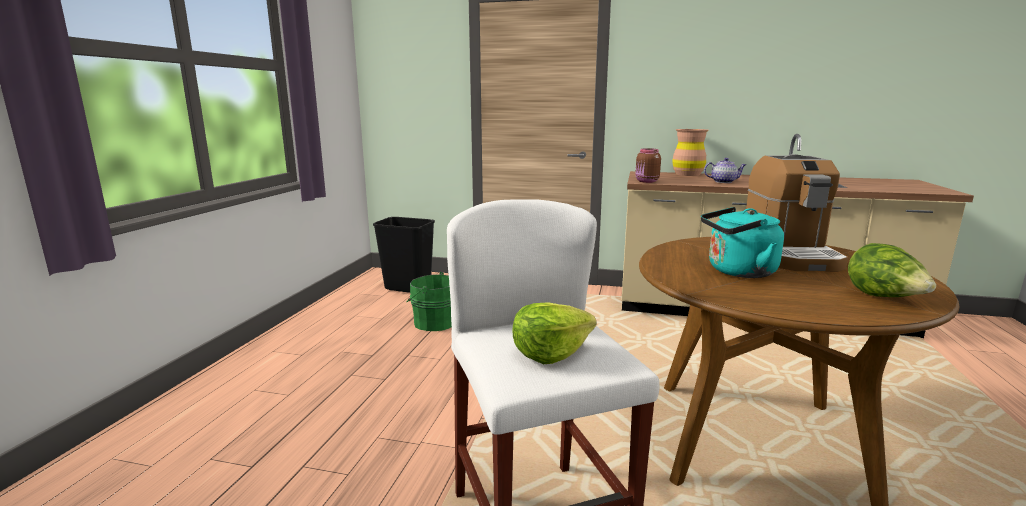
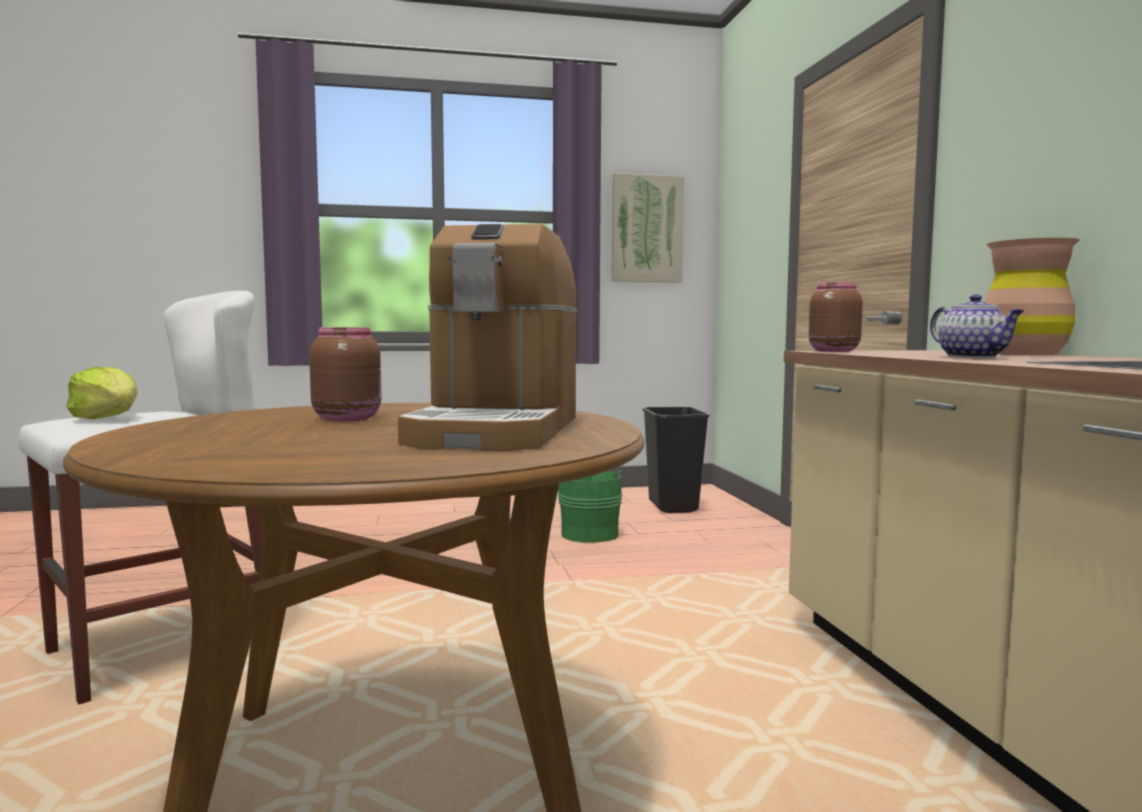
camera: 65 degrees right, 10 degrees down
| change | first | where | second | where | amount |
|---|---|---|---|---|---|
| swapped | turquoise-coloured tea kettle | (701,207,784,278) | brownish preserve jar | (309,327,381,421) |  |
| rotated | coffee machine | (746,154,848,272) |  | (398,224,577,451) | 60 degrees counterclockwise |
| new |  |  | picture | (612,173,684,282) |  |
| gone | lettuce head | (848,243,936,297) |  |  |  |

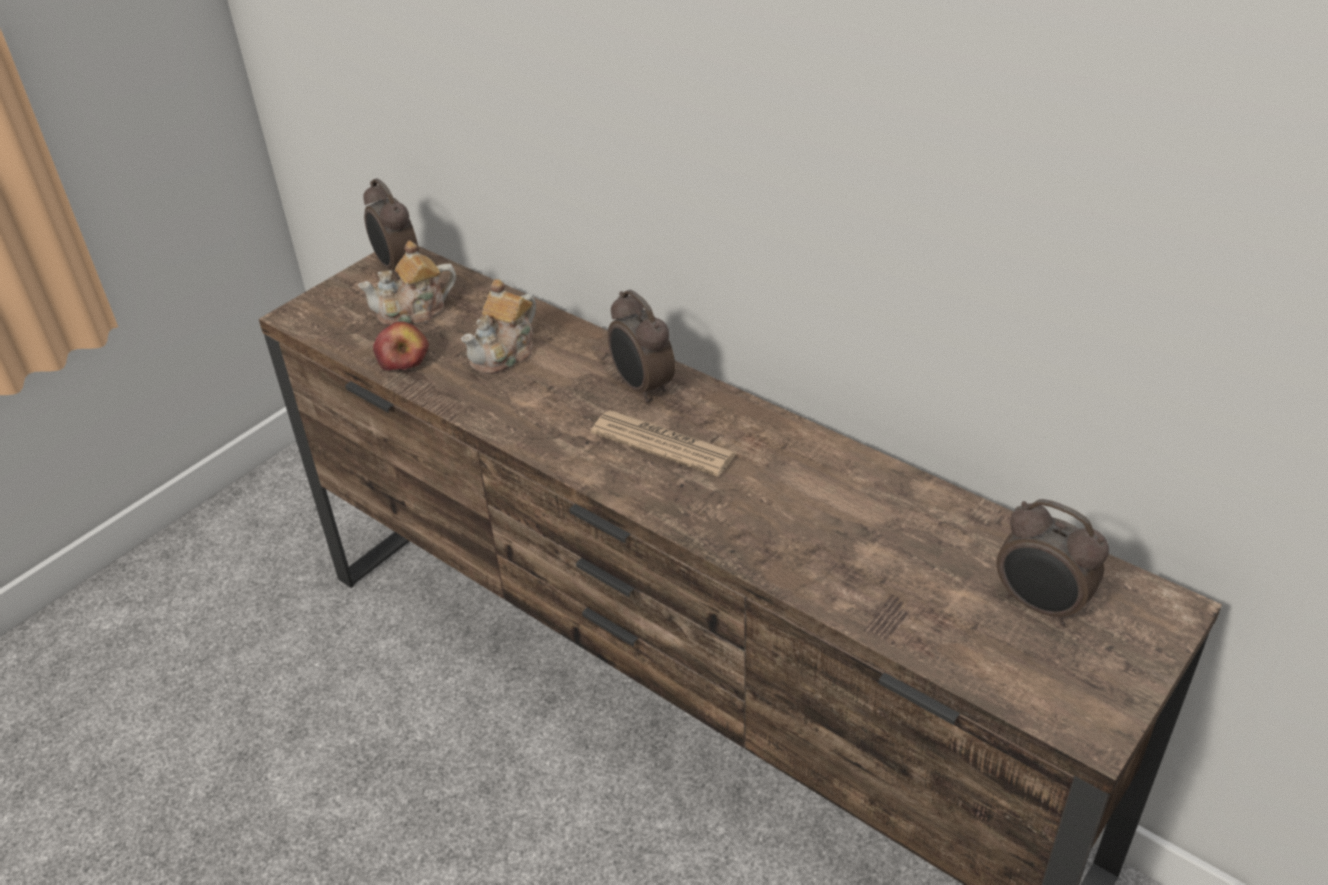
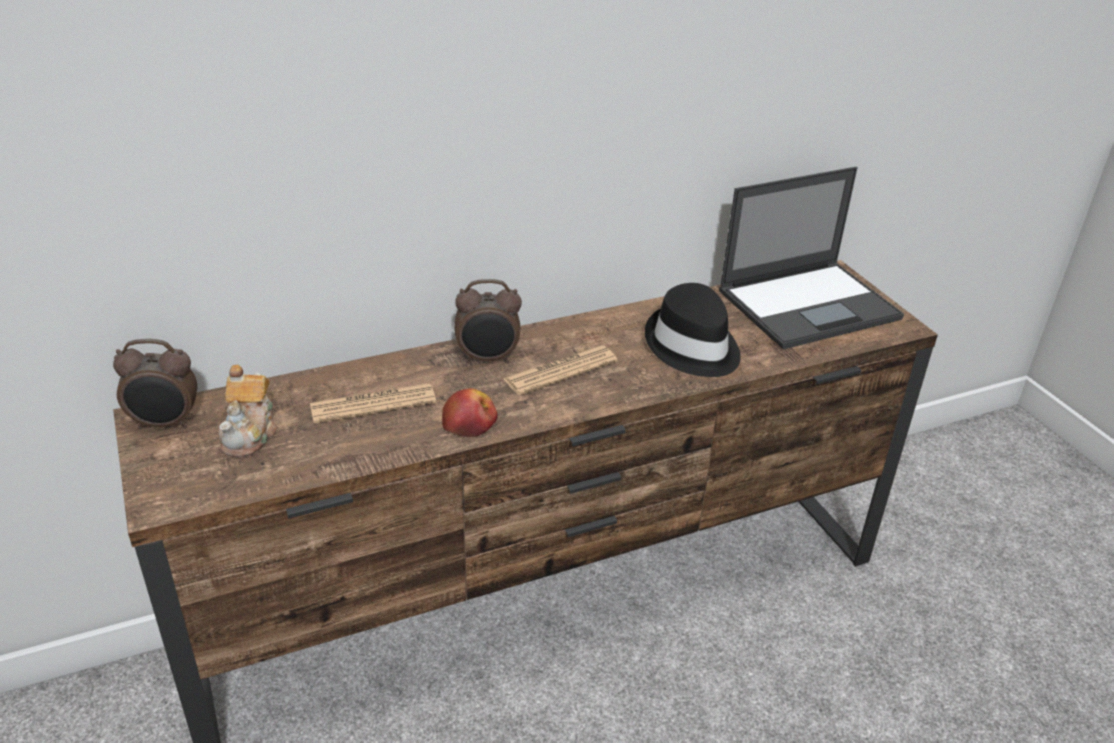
camera: 65 degrees left, 5 degrees down
| change | first | where | second | where | amount |
|---|---|---|---|---|---|
| swapped | pot for tea | (461,279,536,374) | printed paper | (310,383,436,423) |  |
| shifted | apple | (373,321,429,371) |  | (442,388,498,437) |  |
| new |  |  | black-coloured clothing hat | (645,283,741,377) |  |
| swapped | table clock | (996,499,1109,626) | laptop | (719,167,904,349) |  |

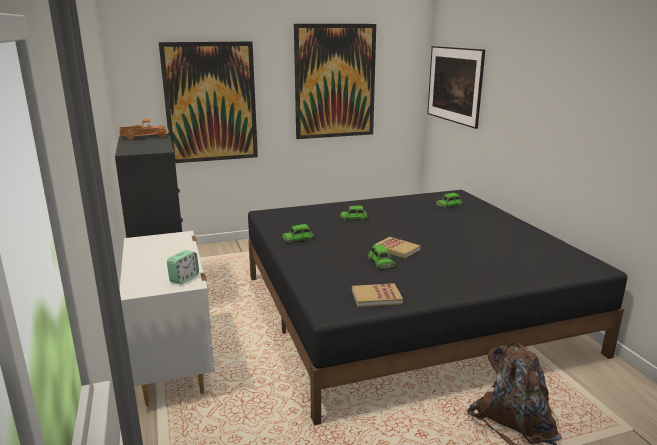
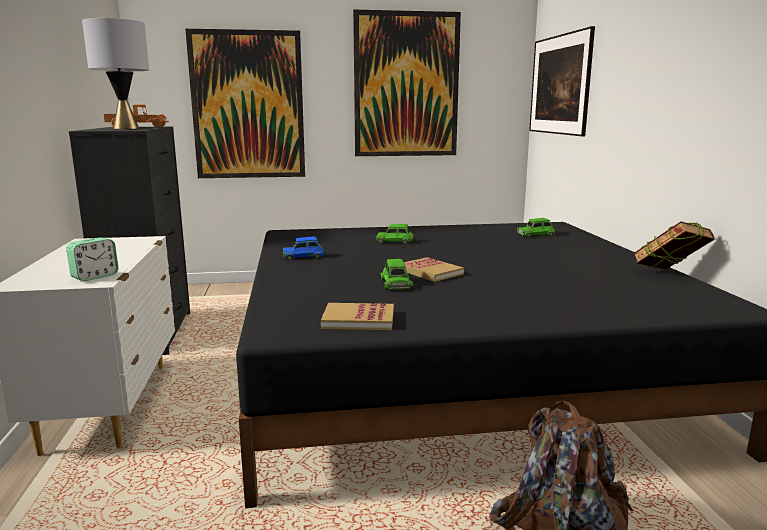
camera: 10 degrees right, 5 degrees down
| change | first | where | second | where | amount |
|---|---|---|---|---|---|
| new |  |  | grey lamp for a table | (82,18,149,129) |  |
| repainted | green-coloured toy car | (282,224,314,244) | blue-coloured toy car | (283,237,324,260) |  |
| new |  |  | volume | (633,221,715,270) |  |

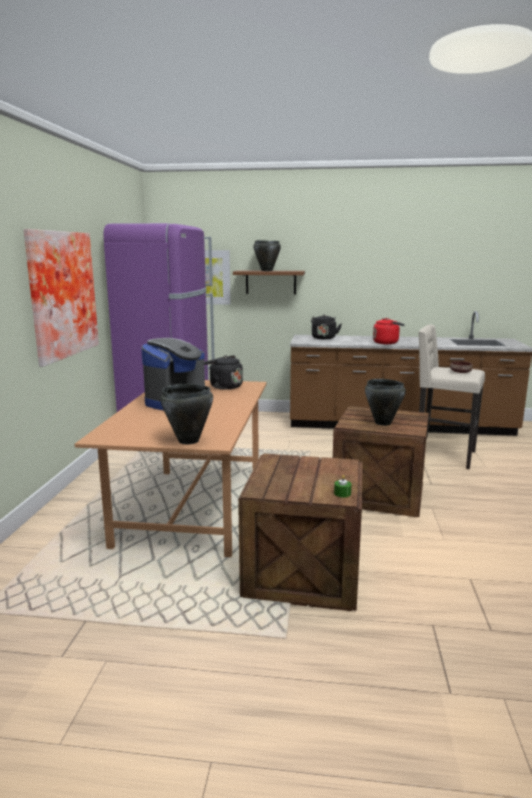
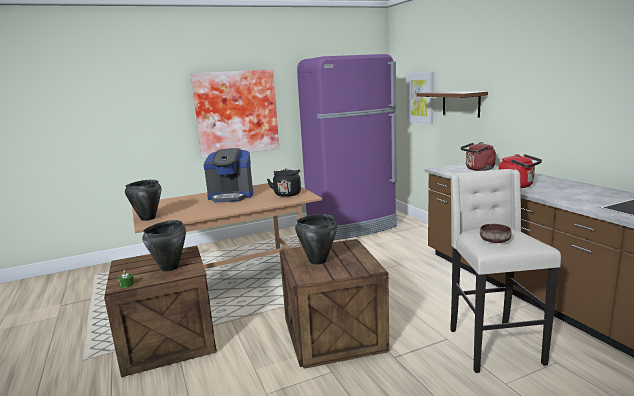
camera: 60 degrees right, 0 degrees up
| change | first | where | second | where | amount |
|---|---|---|---|---|---|
| shifted | black-coloured saucepot | (253,240,281,271) |  | (142,220,186,272) |  |
| repainted | black-coloured tea kettle | (311,314,342,339) | red-coloured tea kettle | (461,142,496,171) |  |

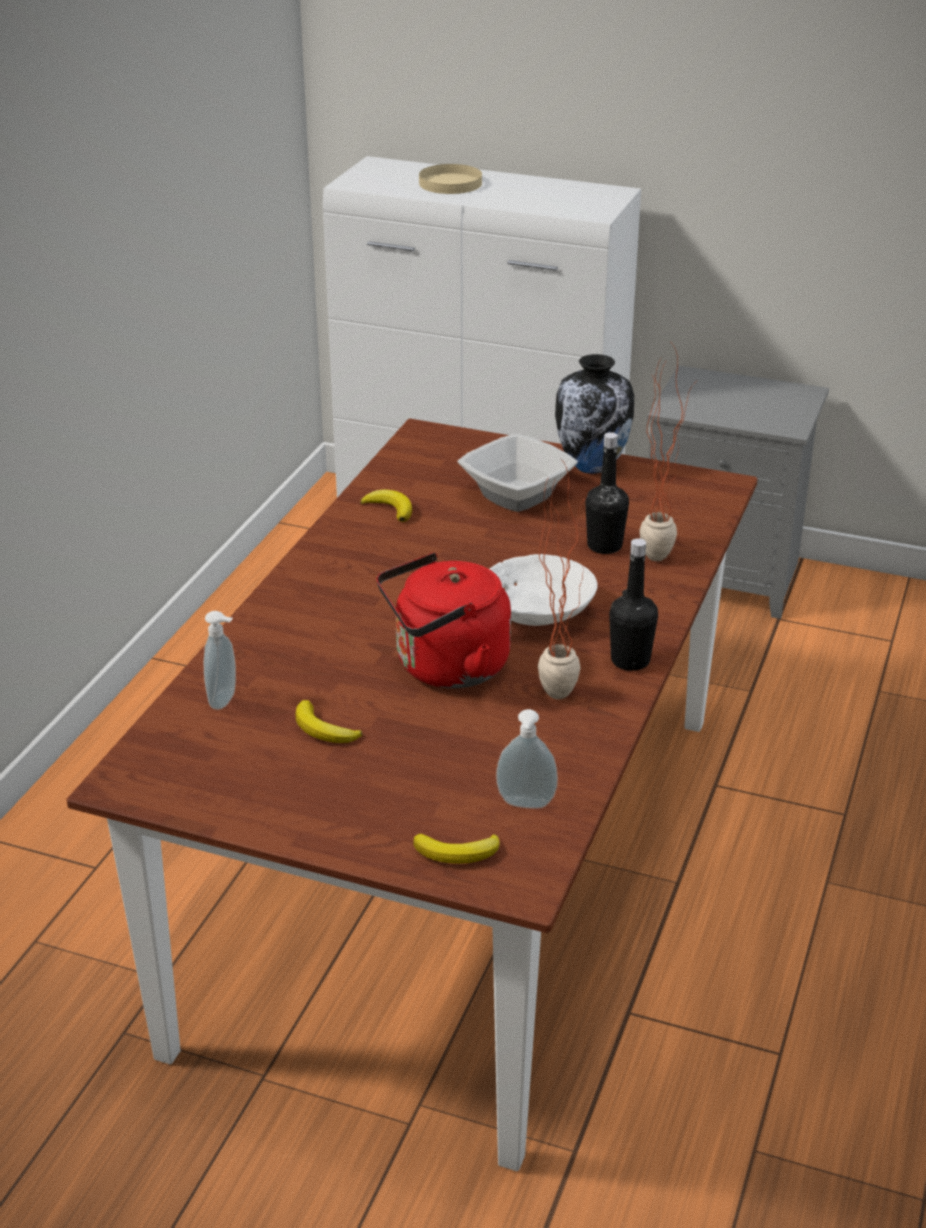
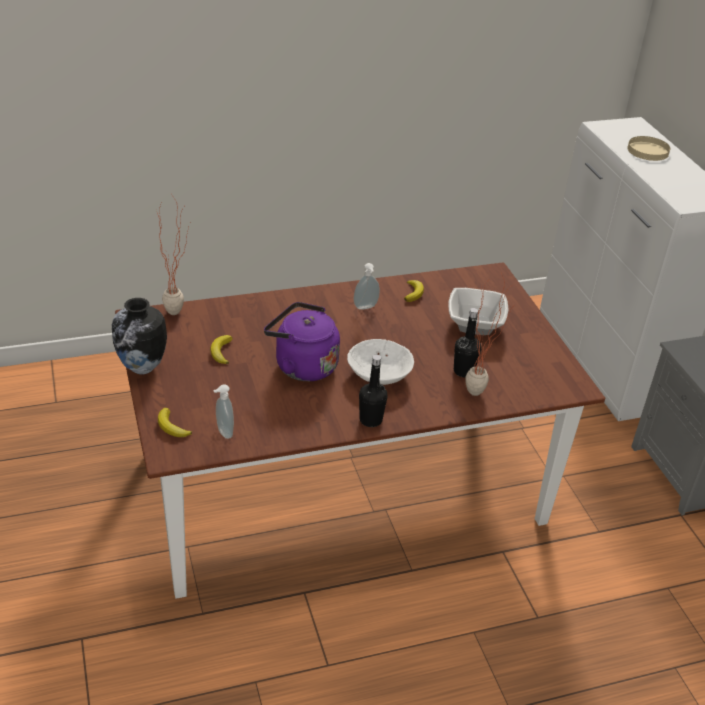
camera: 50 degrees right, 5 degrees up
| change | first | where | second | where | amount |
|---|---|---|---|---|---|
| shifted | flower vase | (555,354,634,474) |  | (112,298,167,374) |  |
| shifted | houseplant | (538,458,587,699) |  | (156,195,190,315) |  |
| repainted | red-coloured tea kettle | (377,553,511,688) | purple tea kettle | (264,302,340,381) |  |
| shifted | soap dispenser | (204,611,236,710) |  | (354,263,380,310) |  |

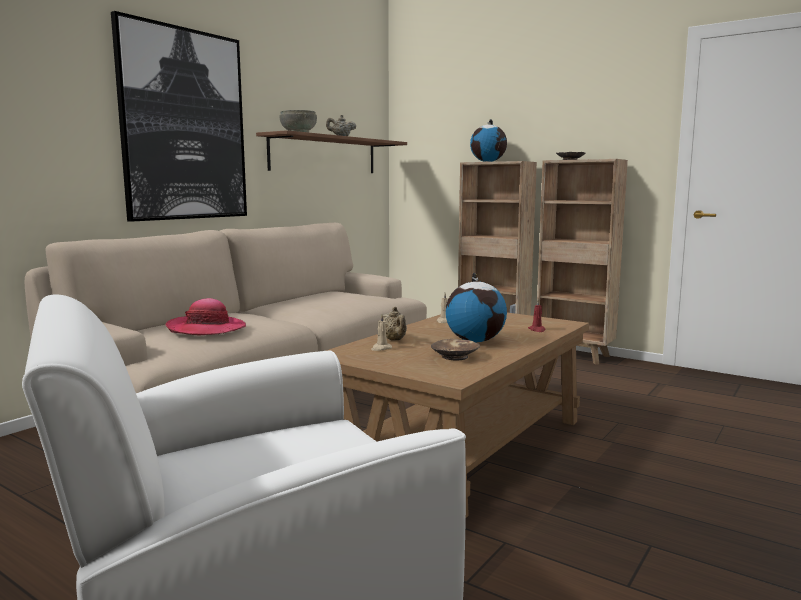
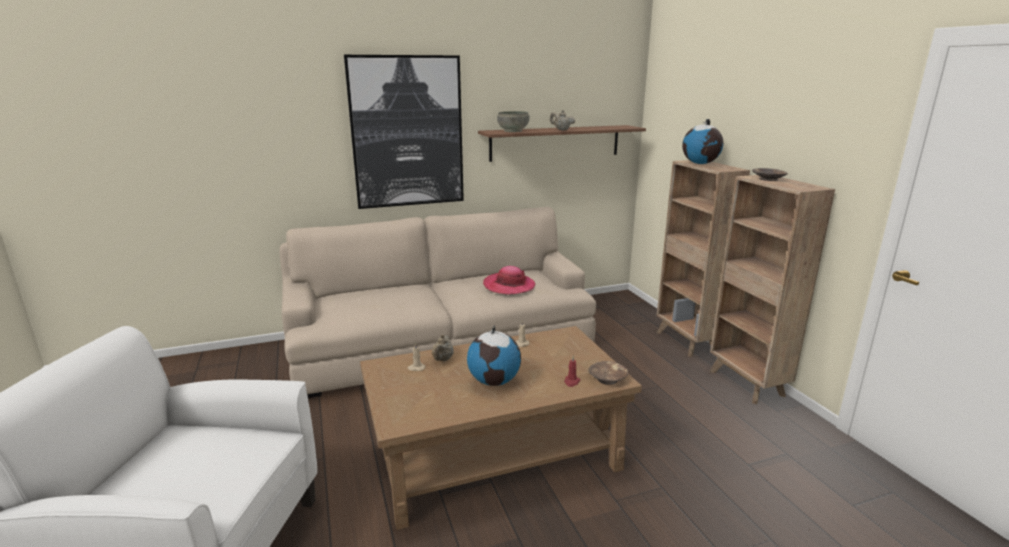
camera: 35 degrees right, 10 degrees up
| change | first | where | second | where | amount |
|---|---|---|---|---|---|
| shifted | clothing hat | (166,298,246,335) |  | (483,266,535,295) |  |
| shifted | brownish deep dish | (431,339,480,360) |  | (588,361,628,385) |  |

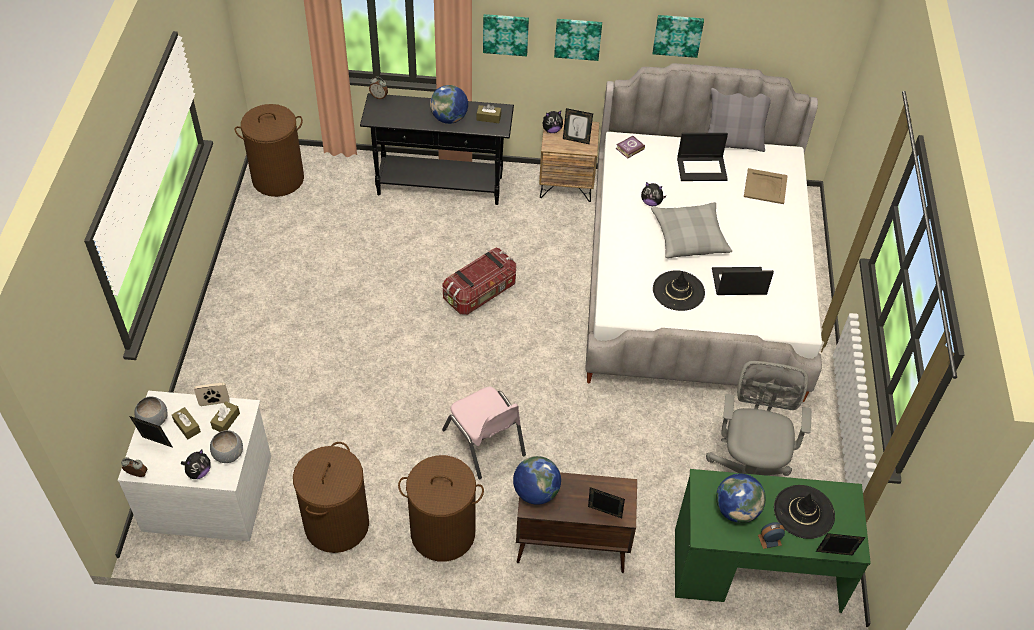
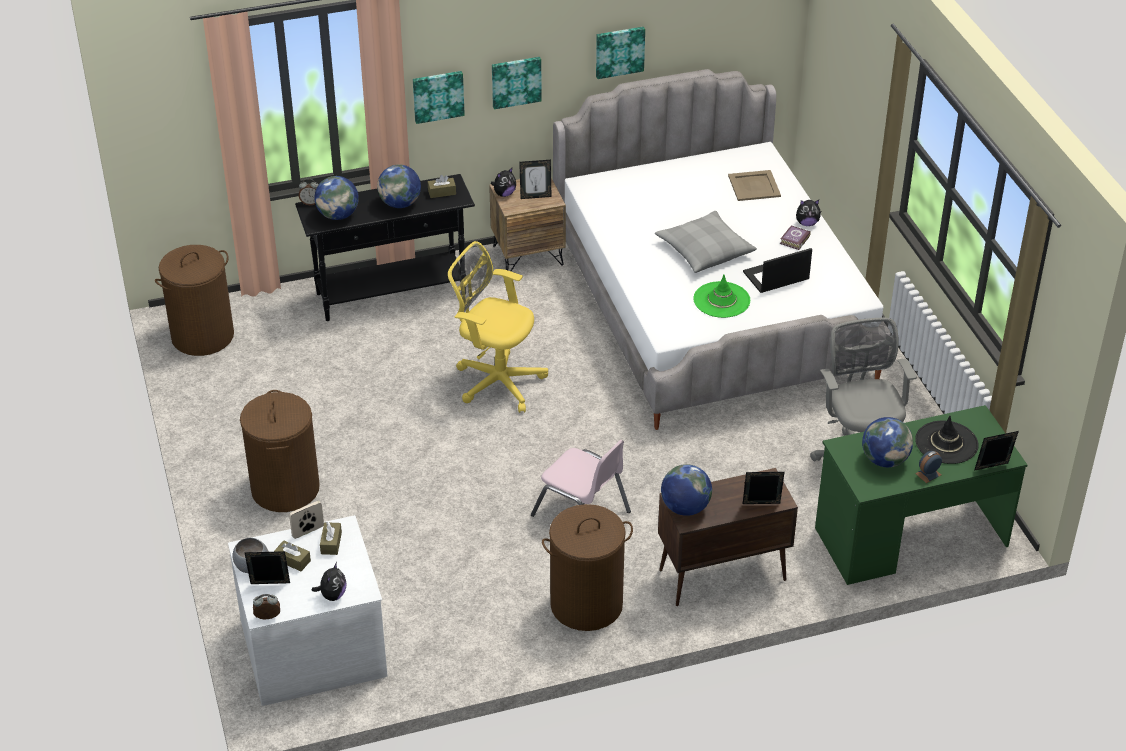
camera: 20 degrees left, 10 degrees down
| change | first | where | second | where | amount |
|---|---|---|---|---|---|
| shifted | brownish hamper | (293,442,369,553) |  | (240,390,320,512) |  |
| new |  |  | world globe | (314,176,359,220) |  |
| swapped | storage container | (443,247,516,315) | yellow-coloured desk chair | (448,241,548,413) |  |
| repainted | black-coloured clothing hat | (653,270,705,311) | green-coloured clothing hat | (694,275,750,318) |  |
| shifted | volume | (616,136,645,159) |  | (780,225,811,250) |  |
| shifted | cuddly toy | (641,182,667,206) |  | (796,200,821,226) |  |
| gone | grey deep dish | (210,430,243,463) |  |  |  |
| gone | laptop | (677,133,728,181) |  |  |  |
| gone | grey cushion | (708,88,771,152) |  |  |  |

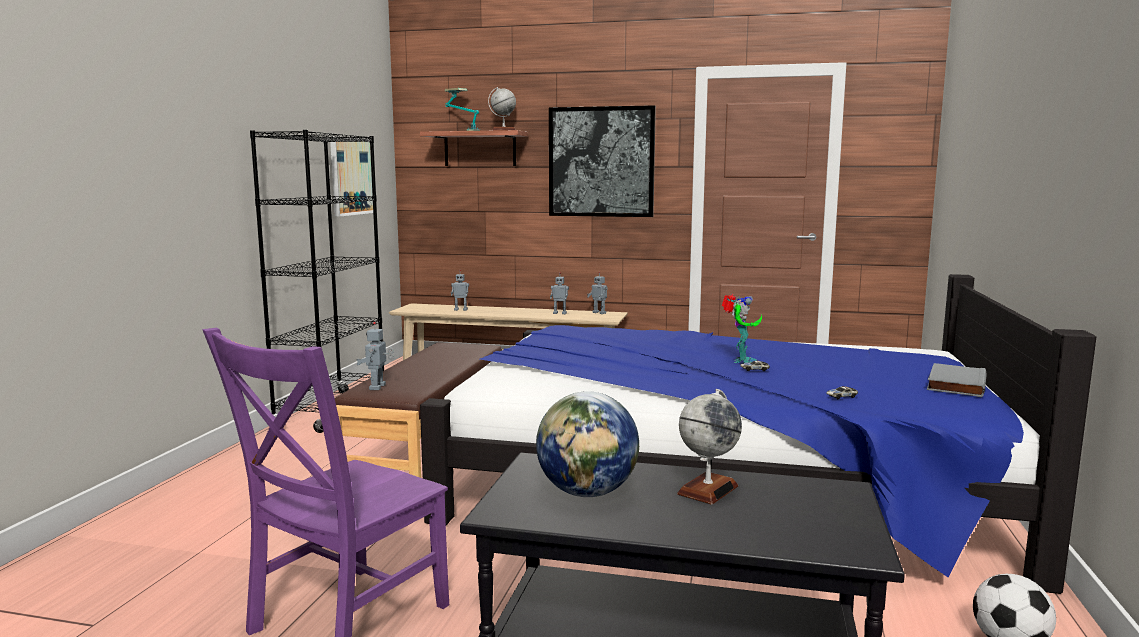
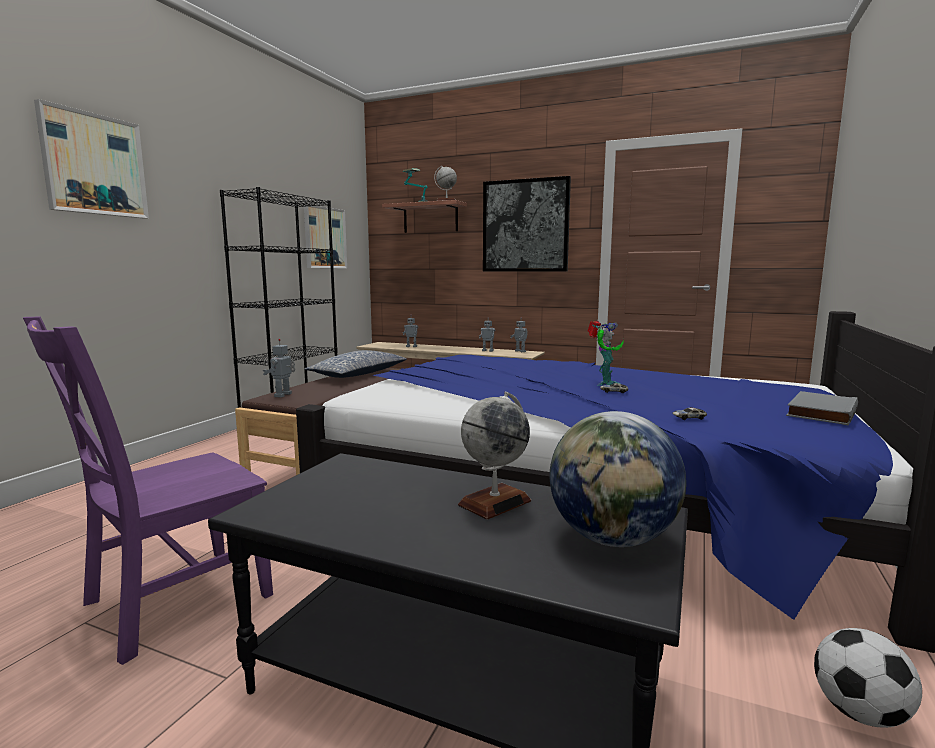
camera: 10 degrees right, 0 degrees up
| change | first | where | second | where | amount |
|---|---|---|---|---|---|
| new |  |  | picture | (34,99,149,219) |  |
| new |  |  | cushion | (305,350,407,378) |  |
| shifted | world globe | (536,391,639,497) |  | (550,411,686,547) |  |

